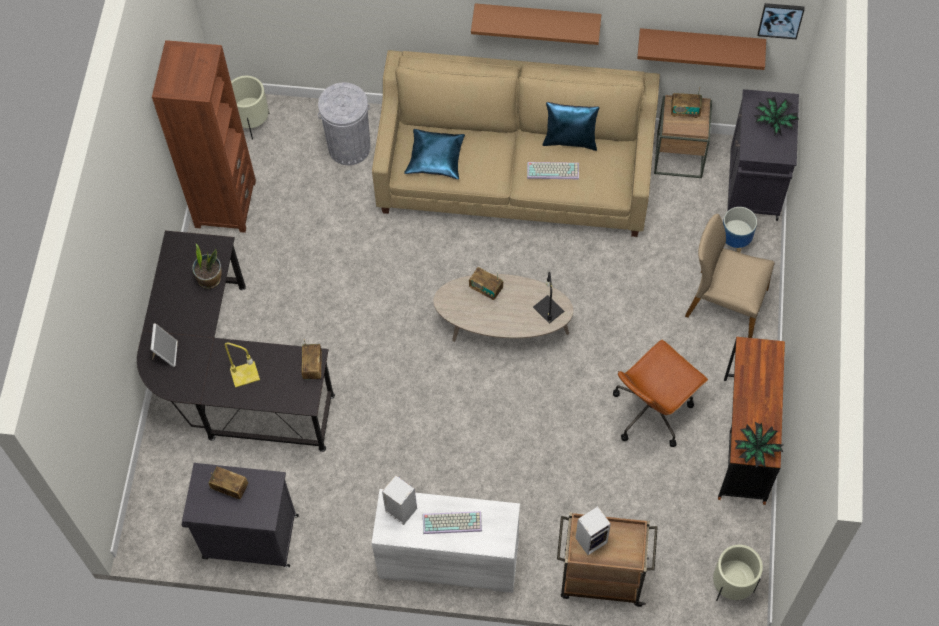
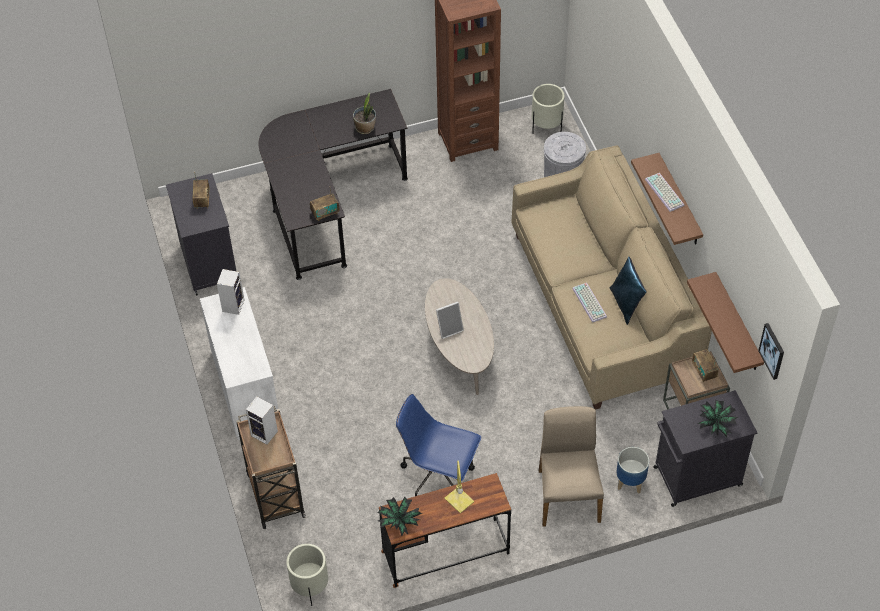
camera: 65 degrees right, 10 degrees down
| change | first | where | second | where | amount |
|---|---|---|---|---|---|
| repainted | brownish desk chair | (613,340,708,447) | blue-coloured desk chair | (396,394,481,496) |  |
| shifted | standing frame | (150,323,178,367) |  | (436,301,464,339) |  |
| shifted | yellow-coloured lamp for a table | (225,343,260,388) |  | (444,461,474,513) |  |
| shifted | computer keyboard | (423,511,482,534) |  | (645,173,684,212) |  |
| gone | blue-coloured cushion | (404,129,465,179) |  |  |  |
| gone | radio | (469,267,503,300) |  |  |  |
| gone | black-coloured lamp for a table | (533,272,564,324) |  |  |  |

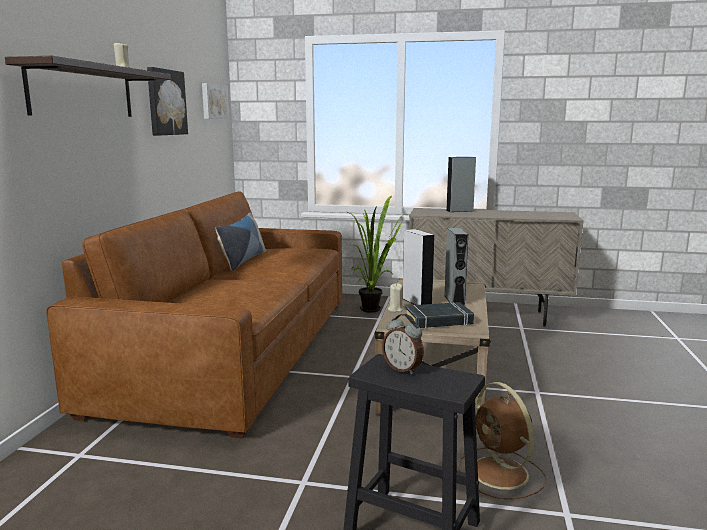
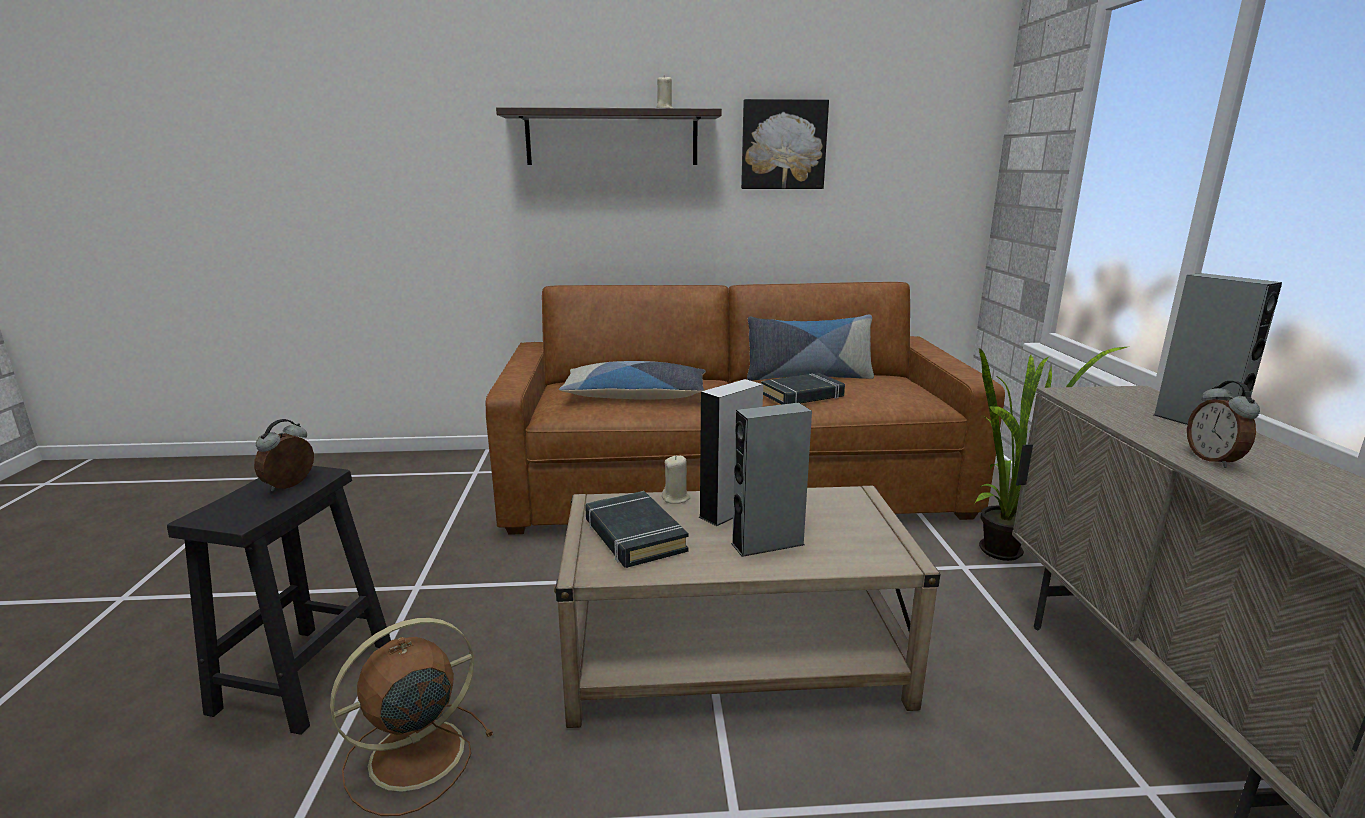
camera: 75 degrees right, 5 degrees up
| change | first | where | second | where | amount |
|---|---|---|---|---|---|
| new |  |  | cushion | (559,361,706,400) |  |
| new |  |  | black-coloured volume | (761,373,845,404) |  |
| new |  |  | table clock | (1187,381,1260,468) |  |
| gone | picture | (202,83,229,119) |  |  |  |

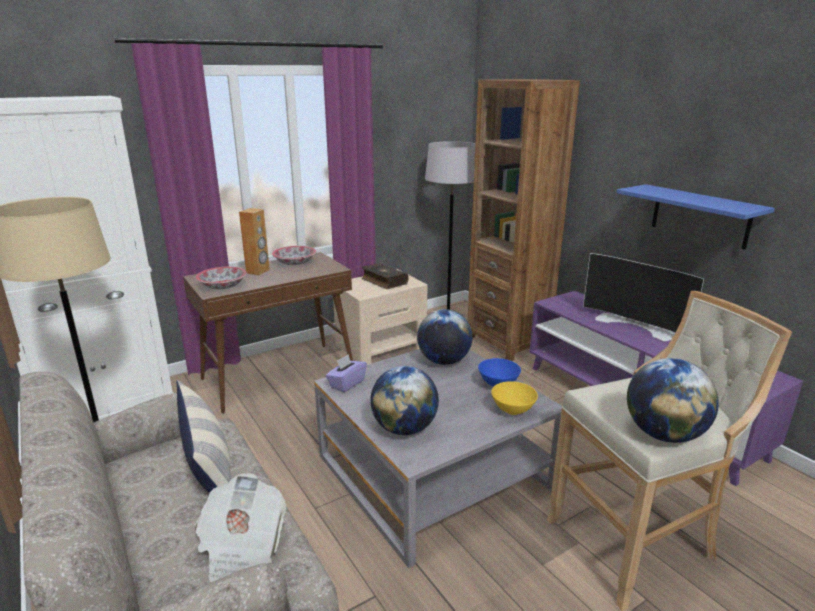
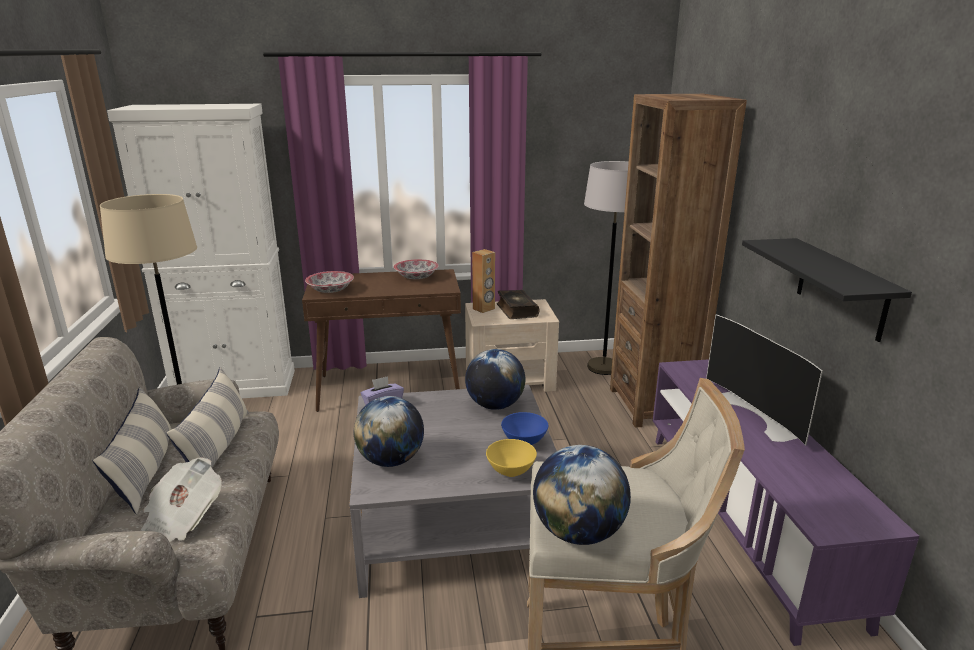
camera: 25 degrees right, 0 degrees up
| change | first | where | second | where | amount |
|---|---|---|---|---|---|
| new |  |  | cushion | (92,387,172,514) |  |
| shifted | brownish loudspeaker | (239,208,270,275) |  | (472,249,495,313) |  |
| repainted | blue-coloured wall shelf | (616,184,775,250) | black-coloured wall shelf | (742,238,912,342) |  |

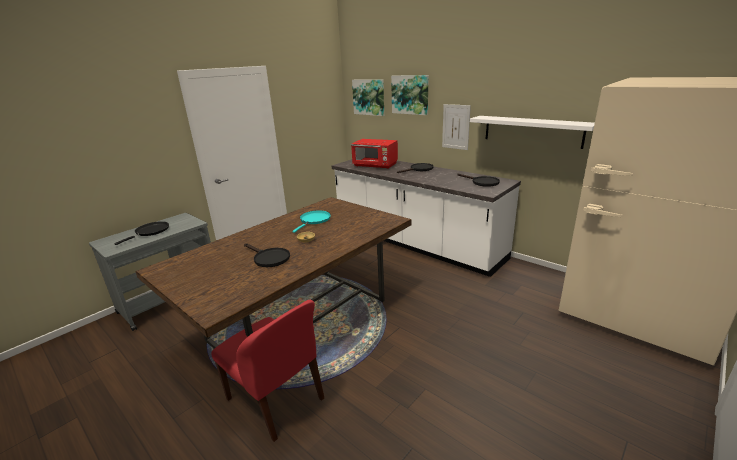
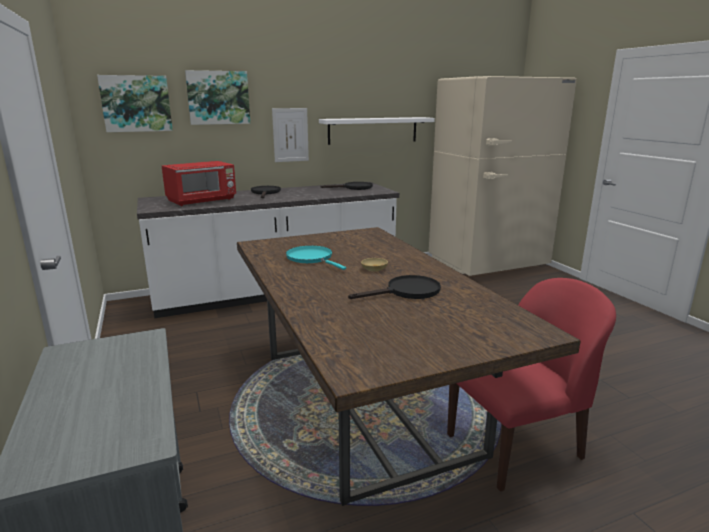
camera: 65 degrees left, 5 degrees down
| change | first | where | second | where | amount |
|---|---|---|---|---|---|
| gone | black-coloured skillet | (114,221,169,245) |  |  |  |

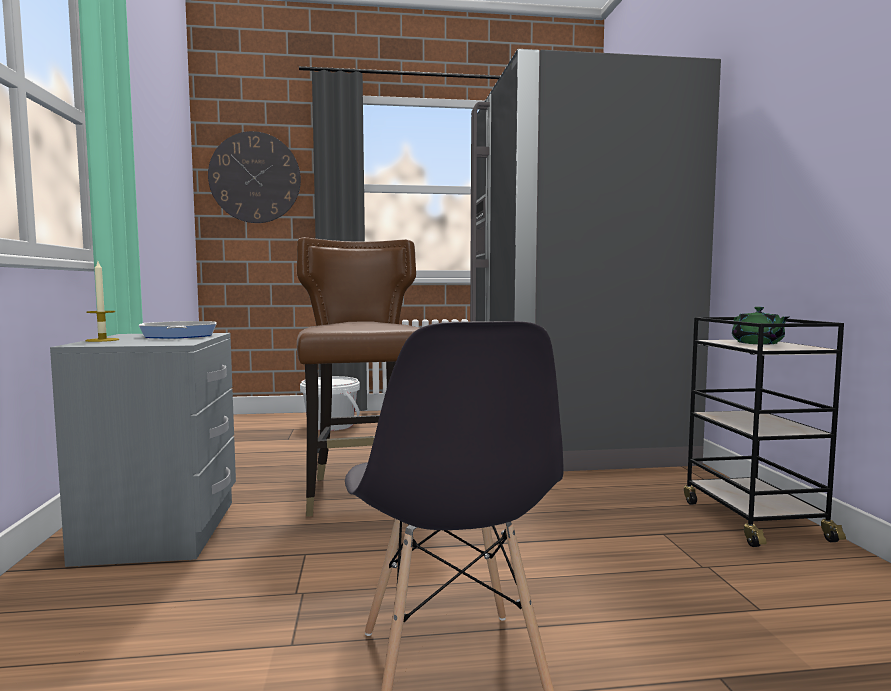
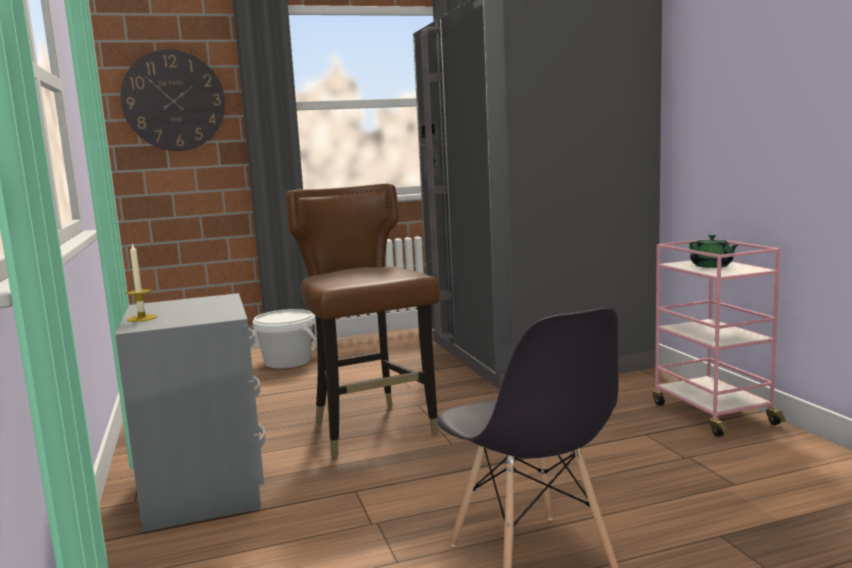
camera: 10 degrees left, 5 degrees up
| change | first | where | second | where | amount |
|---|---|---|---|---|---|
| repainted | black-coloured wheeled cart | (684,317,846,547) | pink wheeled cart | (652,239,786,437) |  |
| gone | skillet | (138,321,217,339) |  |  |  |

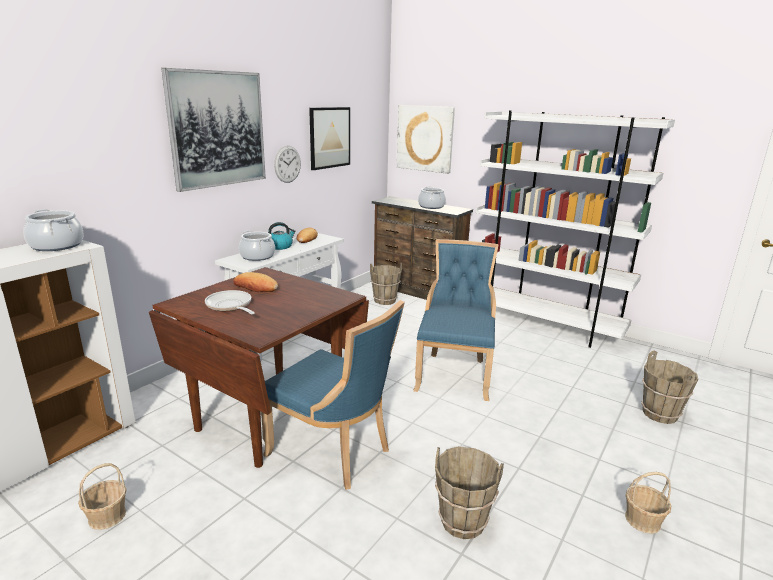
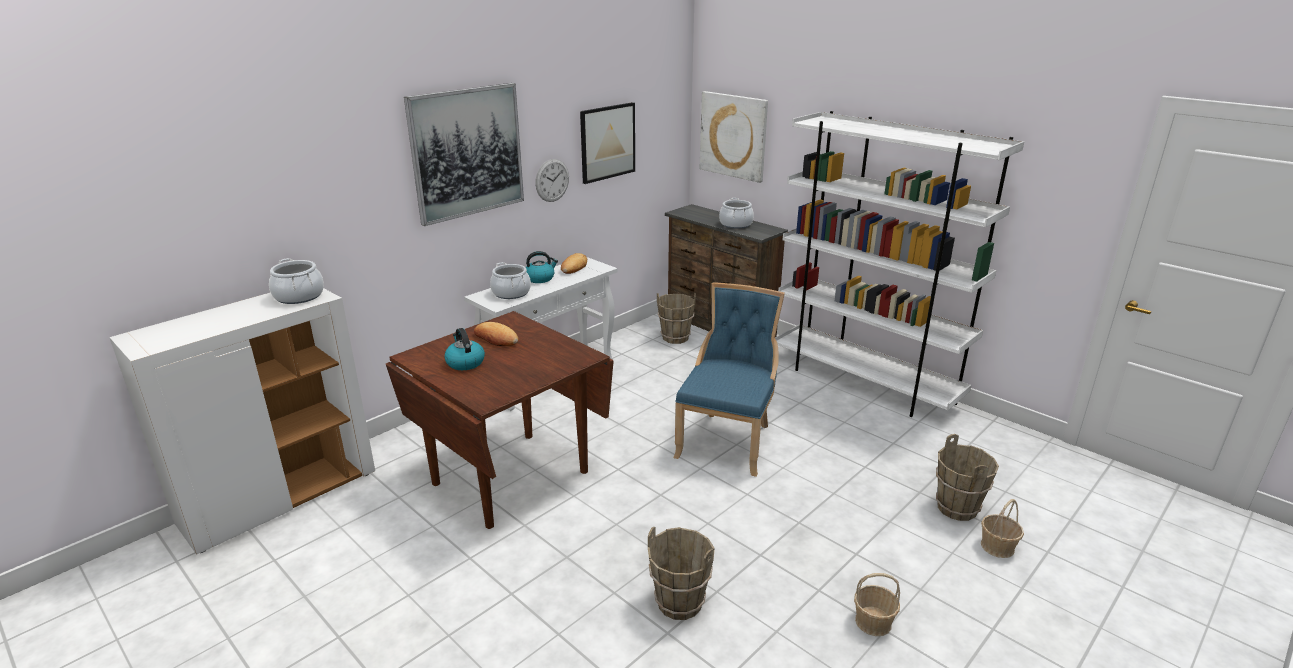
camera: 10 degrees right, 5 degrees up
| change | first | where | second | where | amount |
|---|---|---|---|---|---|
| swapped | skillet | (205,290,255,314) | tea kettle | (444,328,485,370) |  |
| shifted | basket | (78,463,127,530) |  | (981,499,1024,558) |  |
| gone | blue-coloured plain chair | (261,300,405,490) |  |  |  |

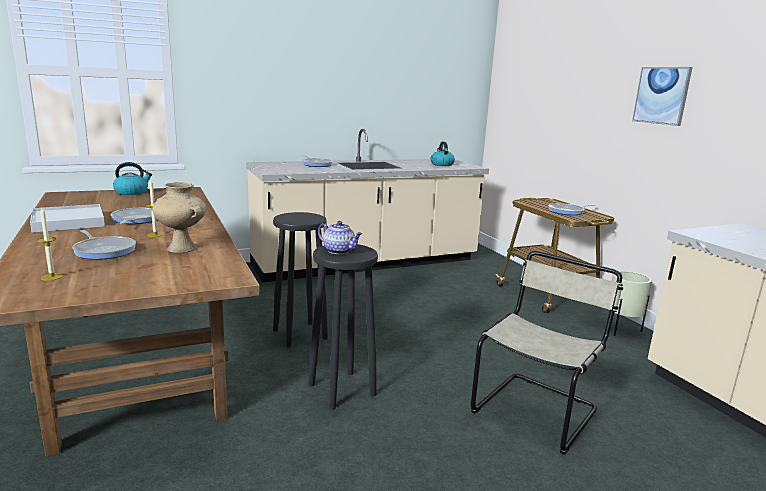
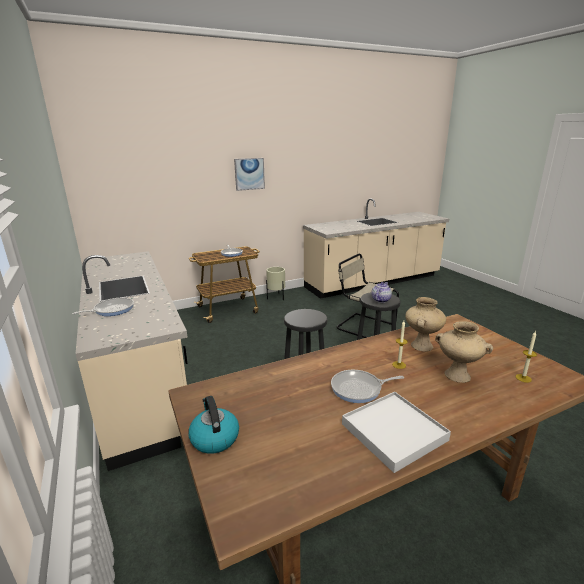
camera: 90 degrees left, 5 degrees up
| change | first | where | second | where | amount |
|---|---|---|---|---|---|
| swapped | skillet | (72,230,136,260) | beige flower vase | (435,321,493,383) |  |
| gone | tea kettle | (431,142,455,166) |  |  |  |

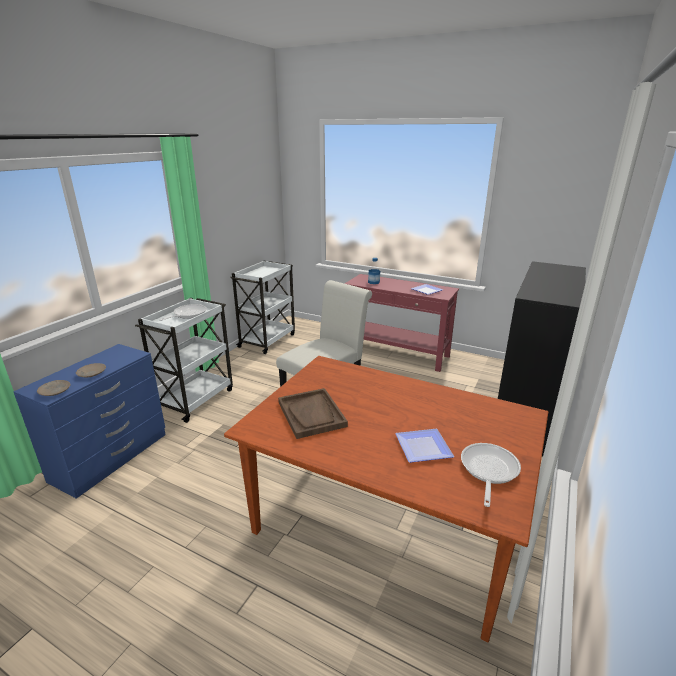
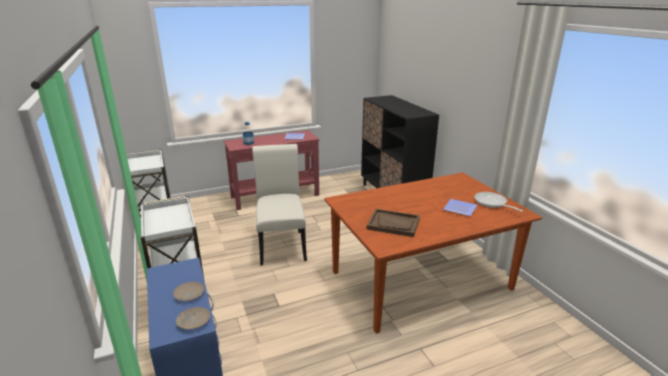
camera: 50 degrees left, 0 degrees up
| change | first | where | second | where | amount |
|---|---|---|---|---|---|
| gone | skillet | (159,304,207,321) |  |  |  |

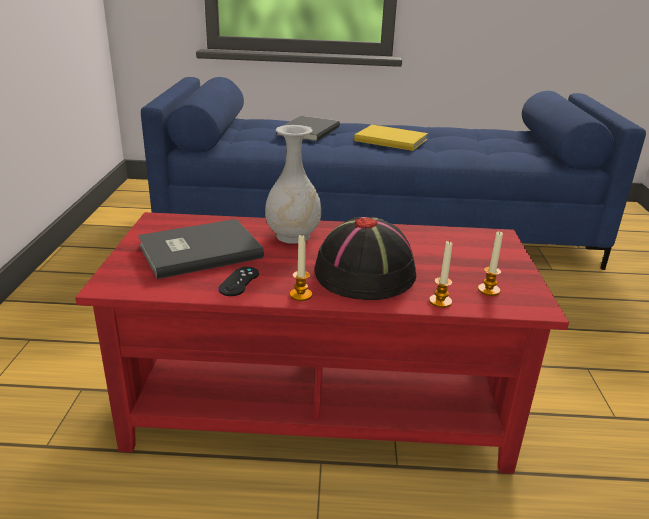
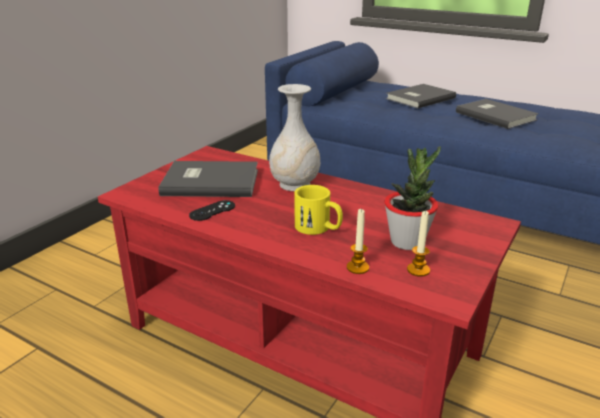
camera: 30 degrees right, 0 degrees up
| change | first | where | second | where | amount |
|---|---|---|---|---|---|
| swapped | black-coloured clothing hat | (315,216,416,300) | yellow-coloured mug | (294,185,343,235) |  |
| new |  |  | houseplant | (384,146,441,250) |  |
| repainted | yellow-coloured volume | (354,125,428,151) | grey volume | (456,99,539,129) |  |
| gone | wax candle | (290,235,312,301) |  |  |  |

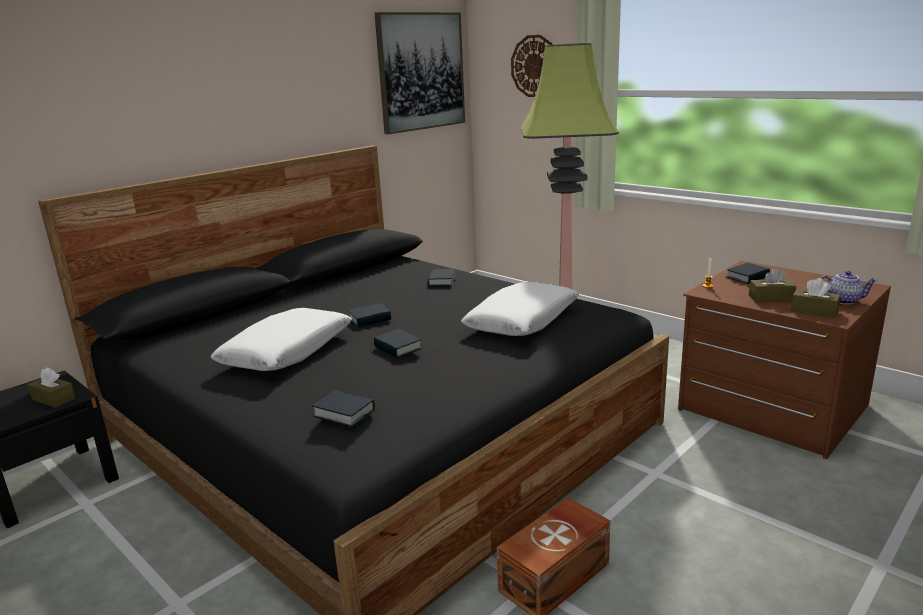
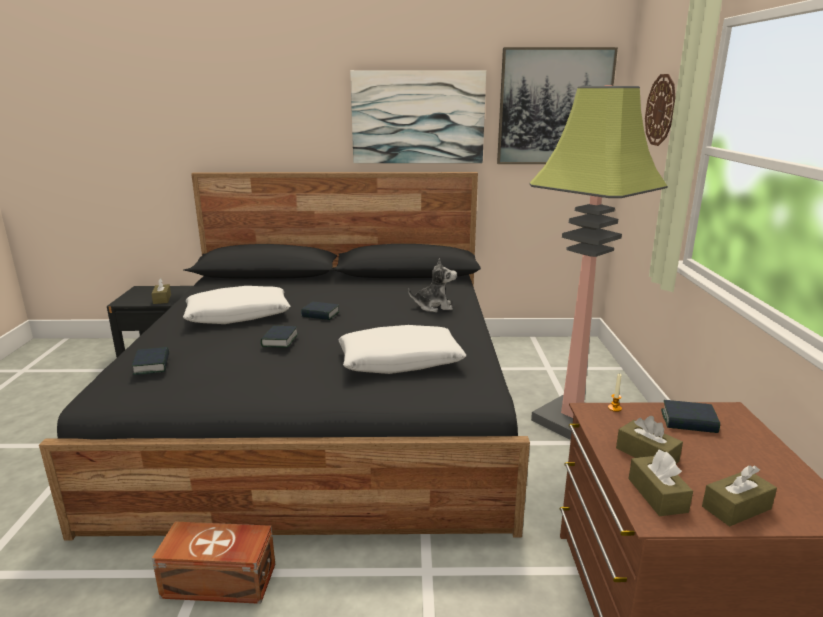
camera: 45 degrees right, 0 degrees up
| change | first | where | second | where | amount |
|---|---|---|---|---|---|
| new |  |  | picture | (350,70,486,163) |  |
| swapped | volume | (428,269,456,286) | cuddly toy | (408,258,457,312) |  |
| swapped | pot for tea | (820,271,878,305) | brownish box of tissues | (702,465,777,526) |  |

